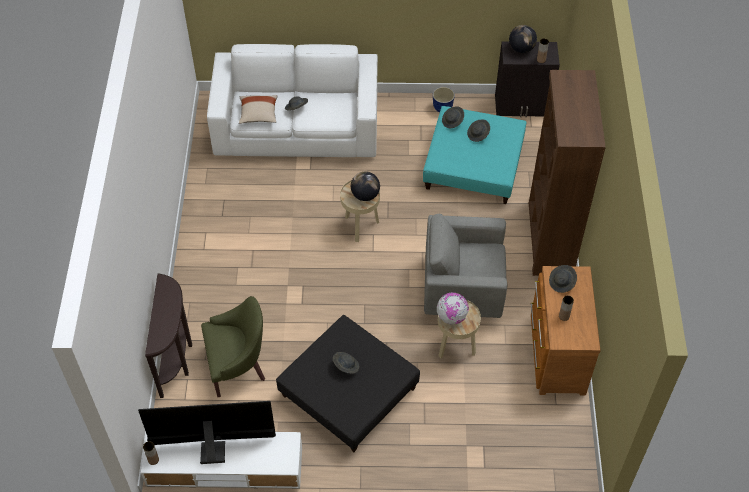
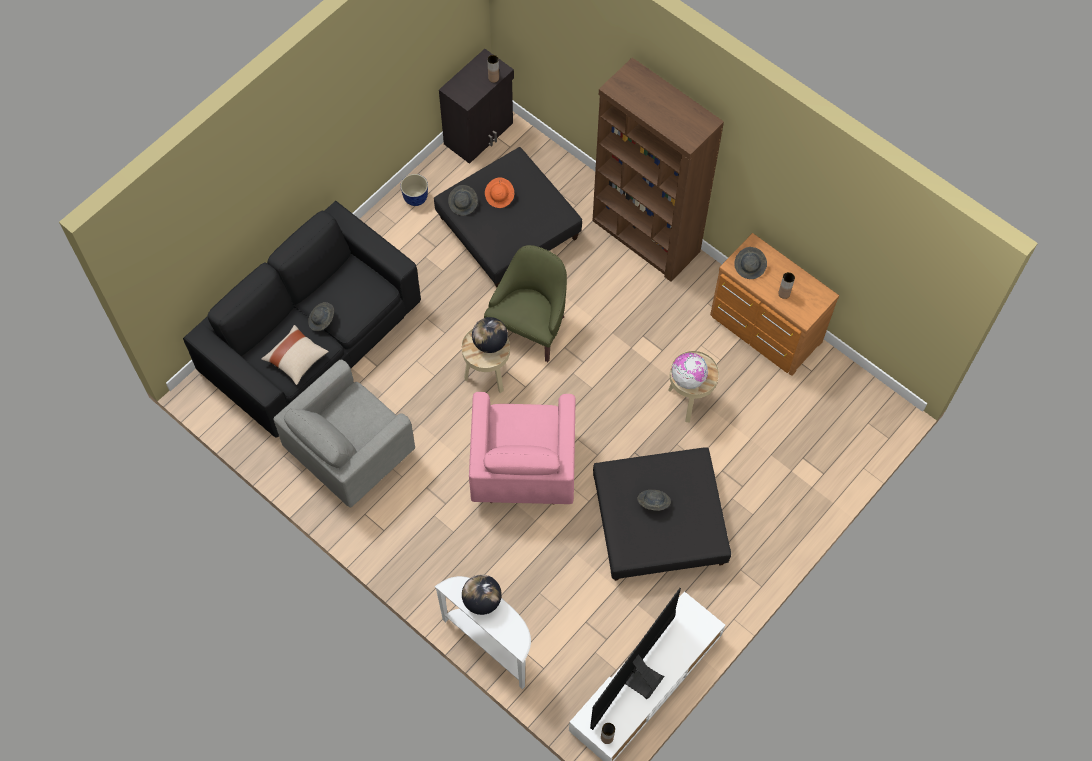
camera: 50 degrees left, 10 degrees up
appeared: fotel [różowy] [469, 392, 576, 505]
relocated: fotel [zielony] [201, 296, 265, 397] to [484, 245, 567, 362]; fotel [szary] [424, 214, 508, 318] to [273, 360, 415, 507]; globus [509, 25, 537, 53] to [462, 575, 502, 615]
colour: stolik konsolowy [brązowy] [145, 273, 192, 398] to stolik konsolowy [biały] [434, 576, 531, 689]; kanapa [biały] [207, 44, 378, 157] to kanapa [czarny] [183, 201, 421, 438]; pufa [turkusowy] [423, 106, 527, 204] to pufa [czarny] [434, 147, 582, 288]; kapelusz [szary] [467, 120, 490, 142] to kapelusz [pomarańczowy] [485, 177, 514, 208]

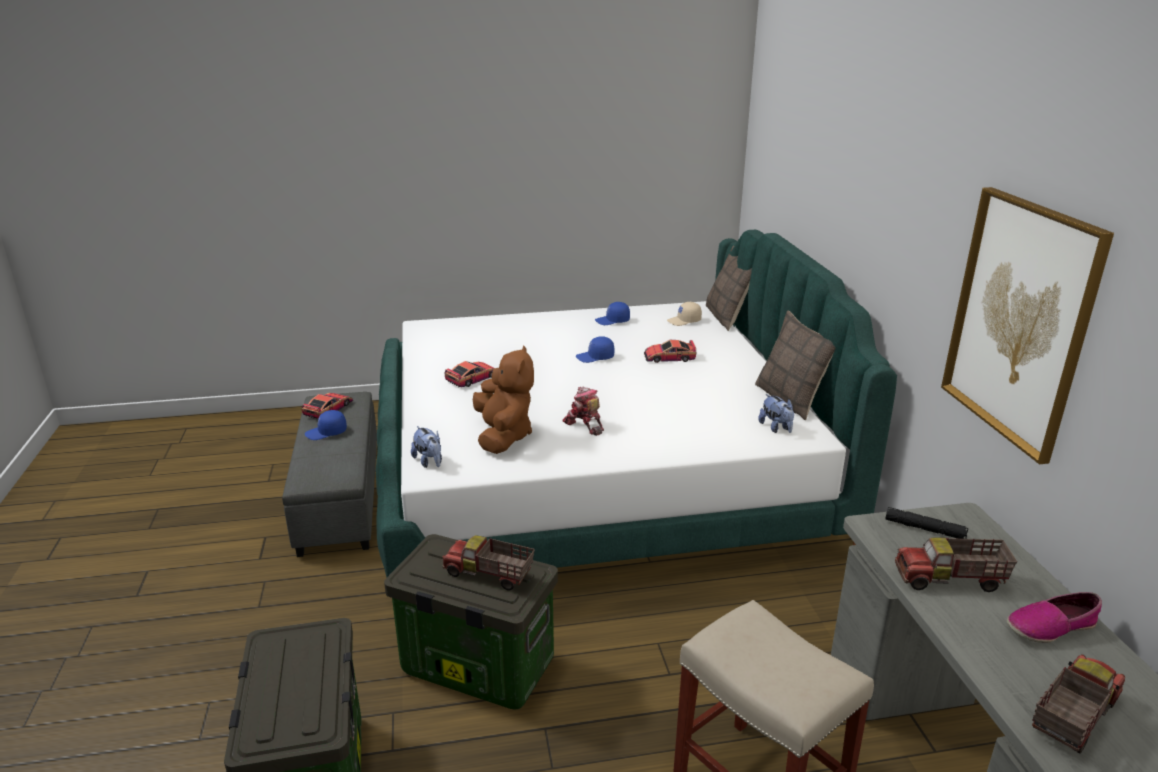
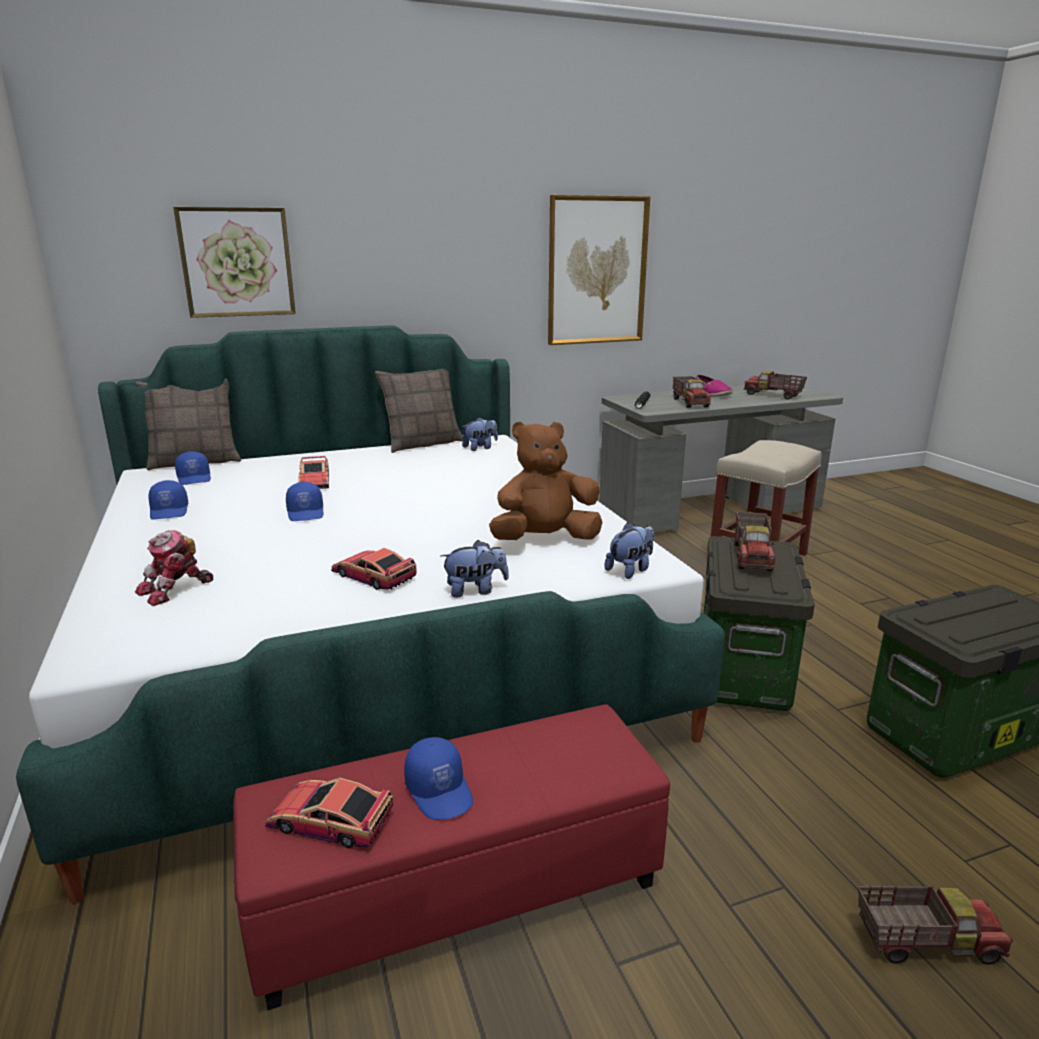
camera: 100 degrees left, 5 degrees down
appeared: obraz [173, 207, 296, 318]; pluszak [441, 540, 509, 598]; ciężarówka zabawkowa [858, 886, 1013, 965]
relocated: robot zabawkowy [562, 387, 604, 436] to [135, 530, 213, 606]
colour: pufa [szary] [282, 392, 377, 557] to pufa [czerwony] [233, 704, 670, 1010]; czapka z daszkiem [beżowy] [667, 302, 702, 326] to czapka z daszkiem [niebieski] [175, 451, 211, 485]

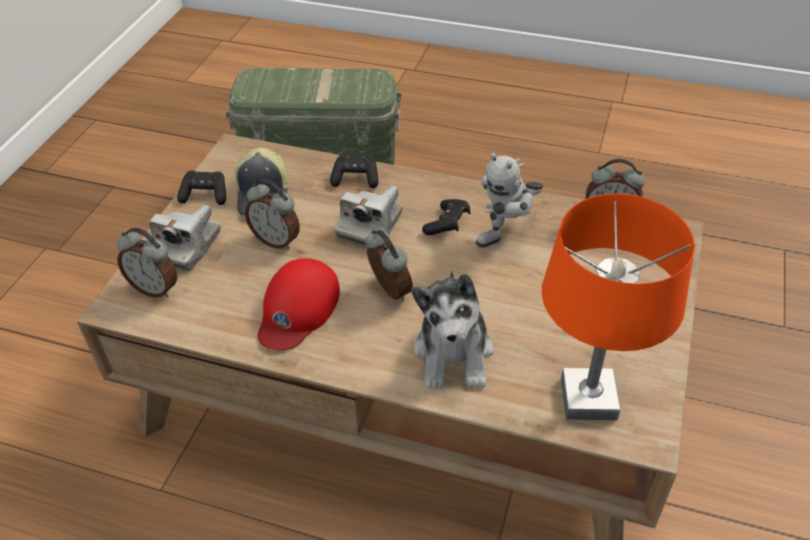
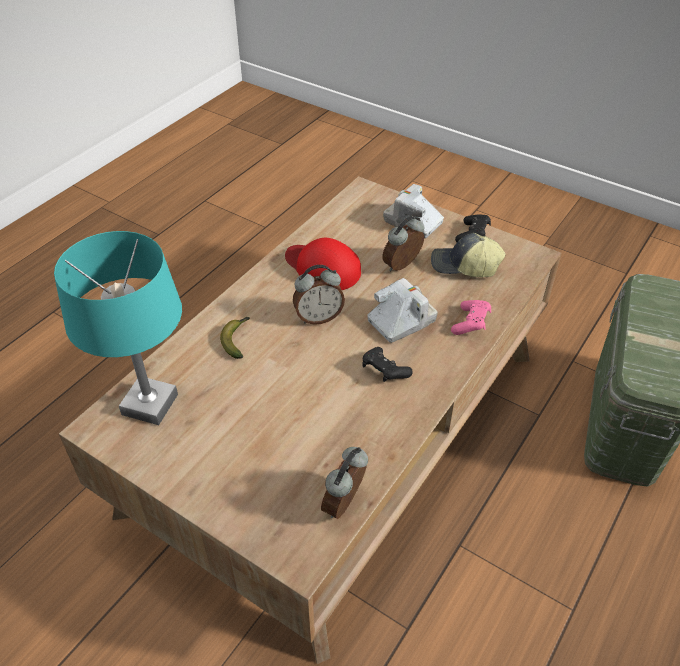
camera: 105 degrees right, 0 degrees up
missing: budzik [117, 227, 177, 298]; robot zabawkowy [476, 153, 544, 248]
exchanged: pluszak [411, 271, 494, 389] to banan [220, 317, 250, 359]
colour: pad do gier [czarny] [330, 154, 378, 188] to pad do gier [różowy] [451, 300, 491, 335]; lampa stołowa [pomarańczowy] [542, 193, 695, 420] to lampa stołowa [turkusowy] [54, 231, 182, 425]
spun: aparat fotograficzny [335, 186, 403, 248] = [367, 278, 438, 343] 105 degrees clockwise

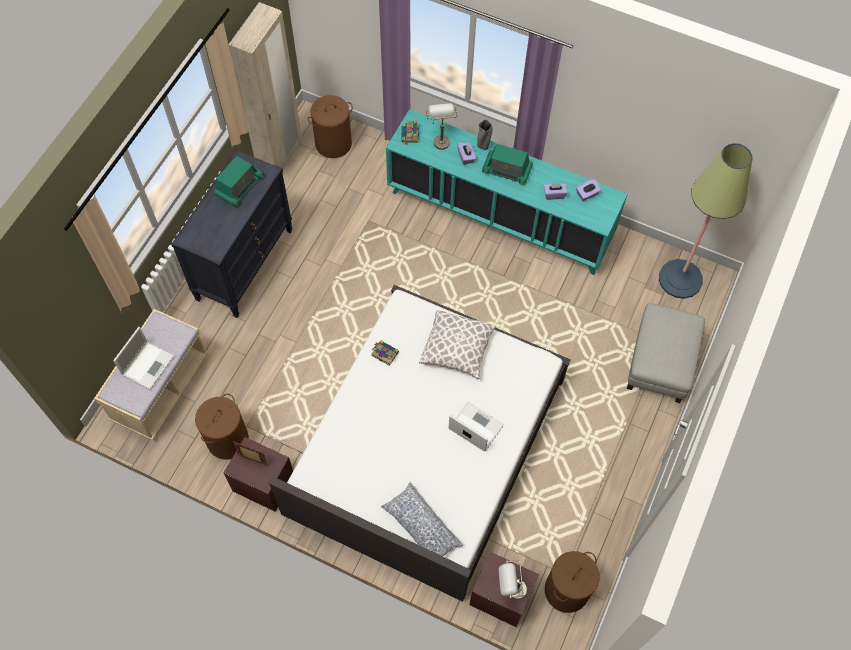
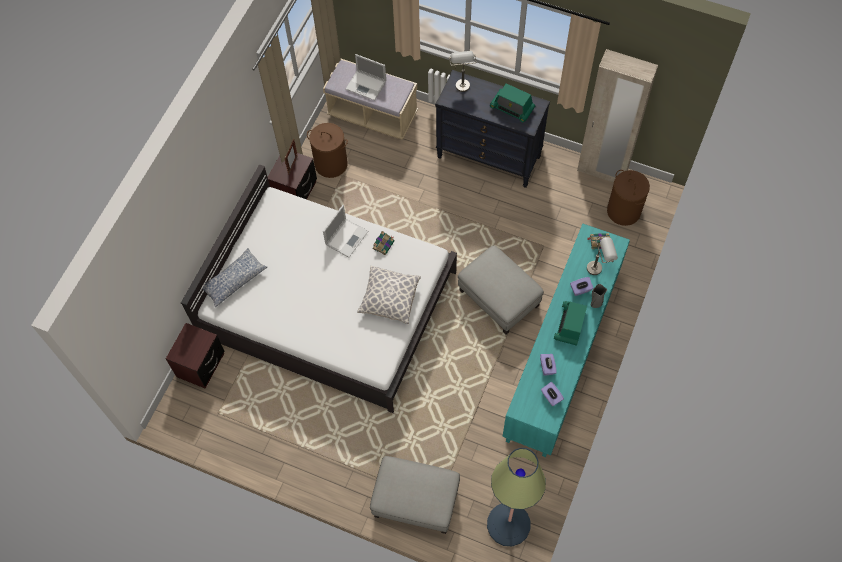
camera: 90 degrees right, 0 degrees up
missing: kosz na pranie [brązowy] [545, 551, 600, 613]
appeared: pufa [szary] [458, 246, 544, 335]
relocated: laptop [448, 402, 504, 452] to [323, 205, 368, 258]; lampa stołowa [szary] [499, 560, 527, 599] to [448, 51, 477, 92]

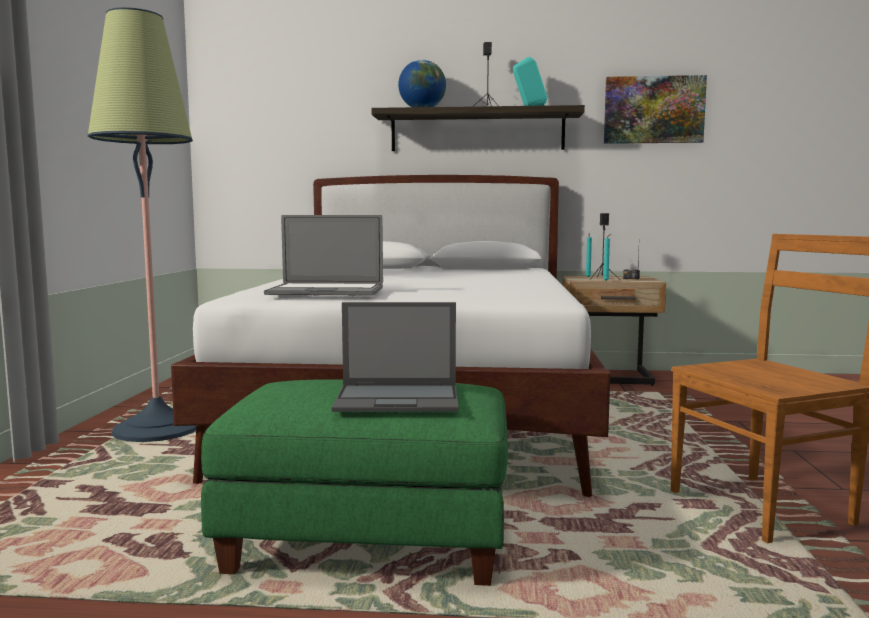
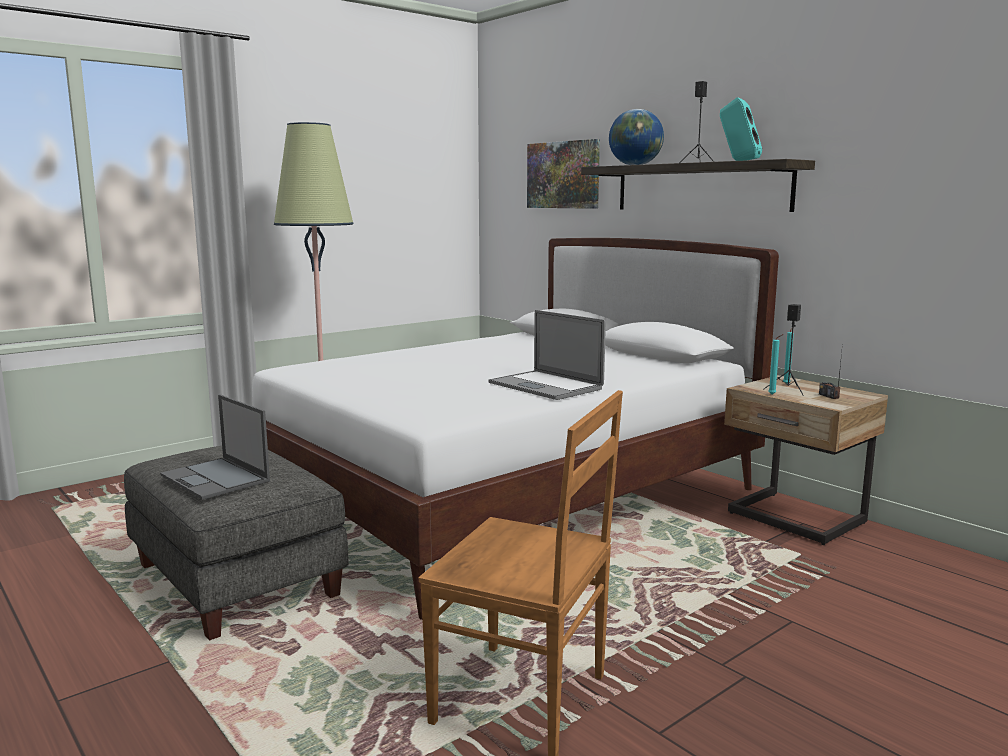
camera: 45 degrees right, 5 degrees up
relocated: laptop [264, 215, 383, 295] to [489, 310, 606, 400]; obraz [604, 75, 707, 144] to [527, 139, 600, 209]
colour: pufa [zielony] [201, 379, 508, 586] to pufa [szary] [124, 446, 349, 641]

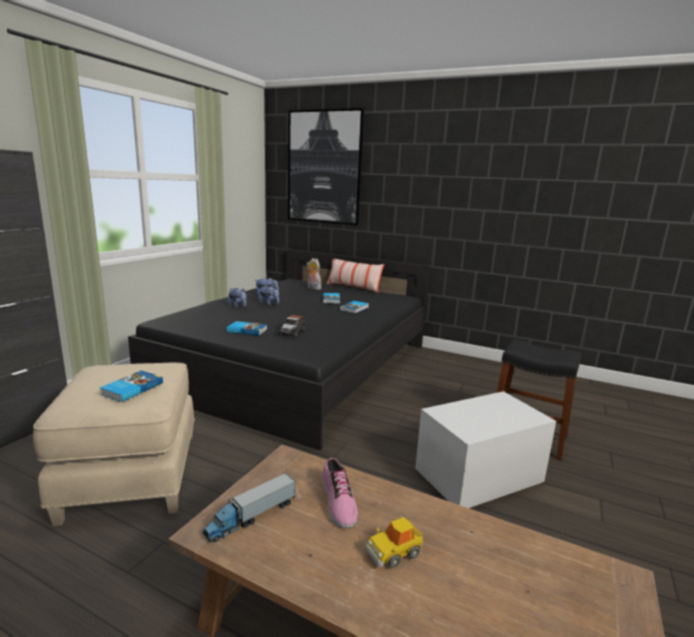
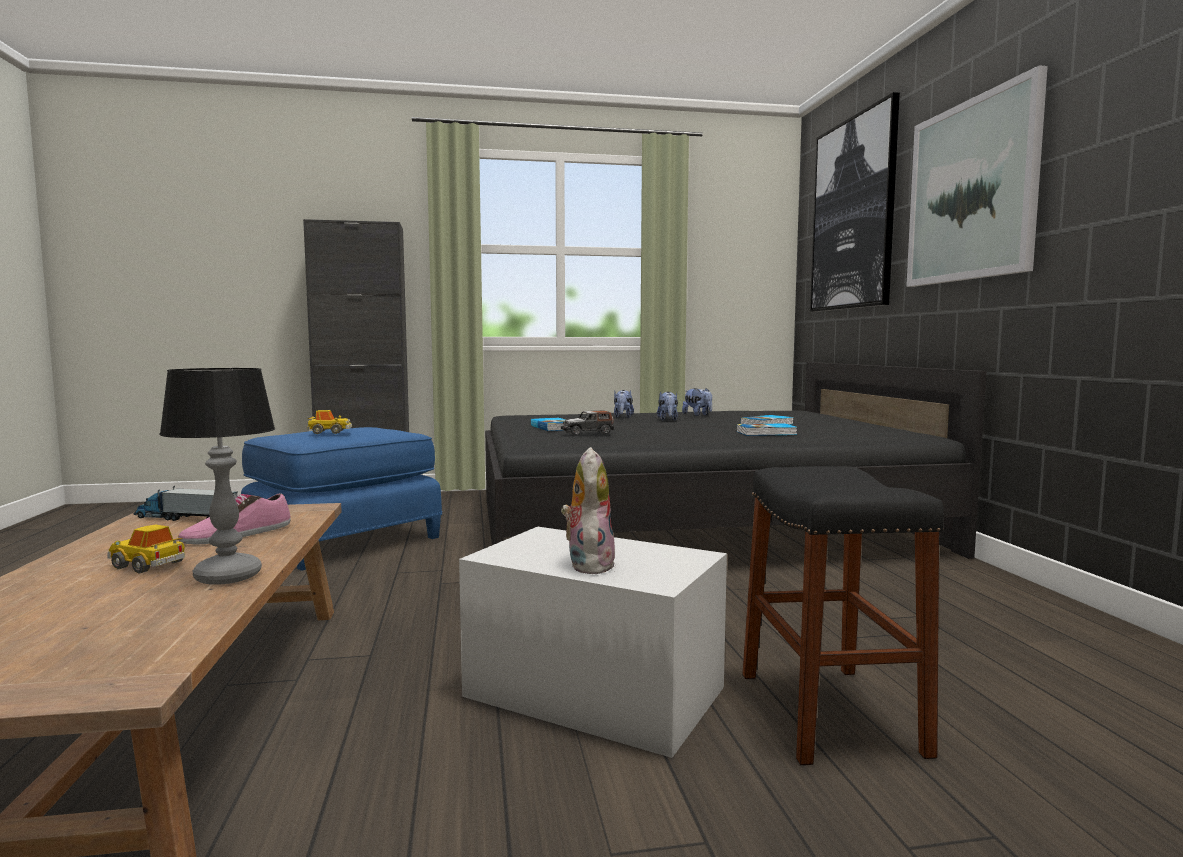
camera: 55 degrees right, 10 degrees down
missing: poduszka [327, 259, 385, 293]
appeared: lampa stołowa [159, 368, 275, 585]; obraz [906, 65, 1048, 287]
relocated: pluszak [306, 258, 321, 290] to [561, 447, 615, 574]
exchanged: książka [100, 370, 163, 402] to samochodzik [307, 410, 352, 434]
colour: pufa [beżowy] [33, 362, 195, 526] to pufa [niebieski] [241, 427, 442, 571]

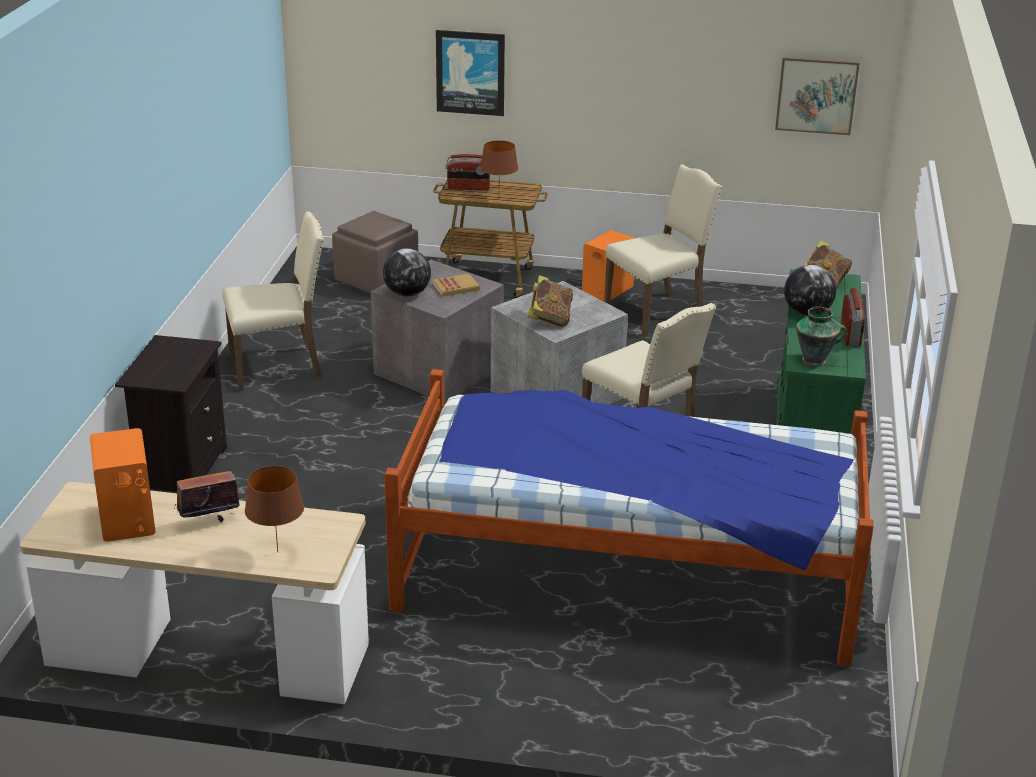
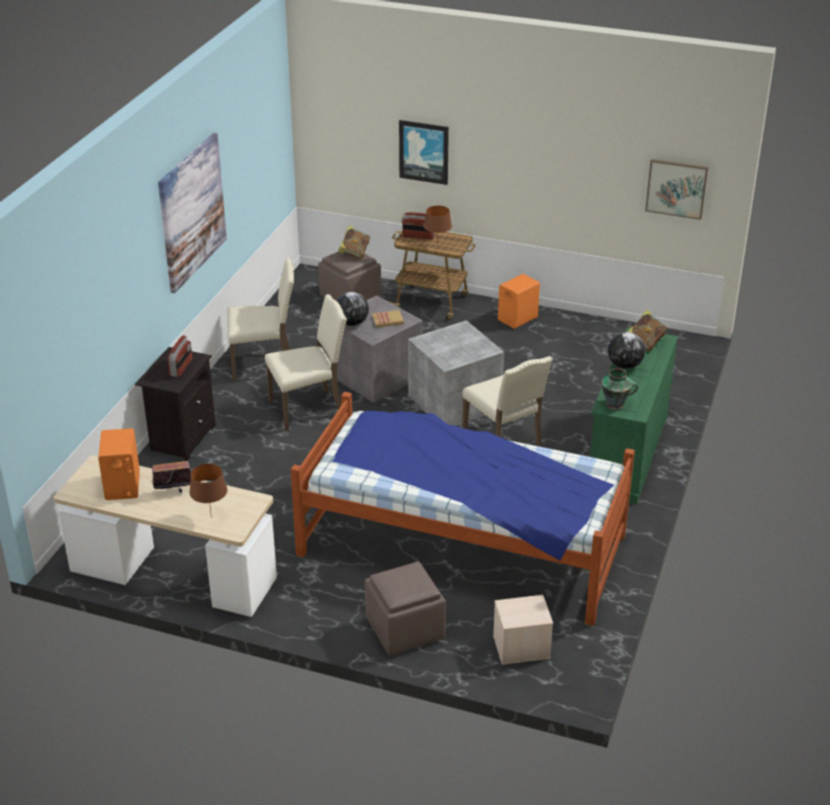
camera: 10 degrees right, 5 degrees up
appeared: obraz [158, 133, 227, 293]; pufa [brązowy] [365, 561, 446, 656]; pojemnik do przechowywania [beżowy] [493, 595, 553, 665]
relocated: książka [528, 275, 573, 327] to [338, 226, 370, 259]; krzesło [beżowy] [604, 164, 723, 337] to [265, 294, 347, 431]; radio [841, 288, 865, 346] to [168, 335, 192, 377]

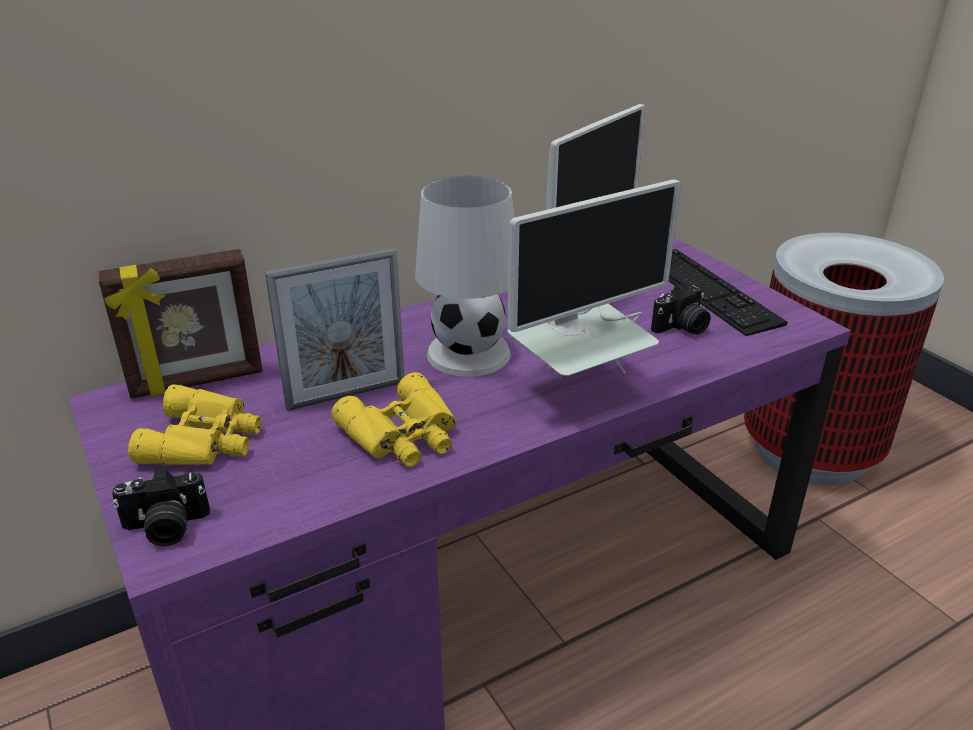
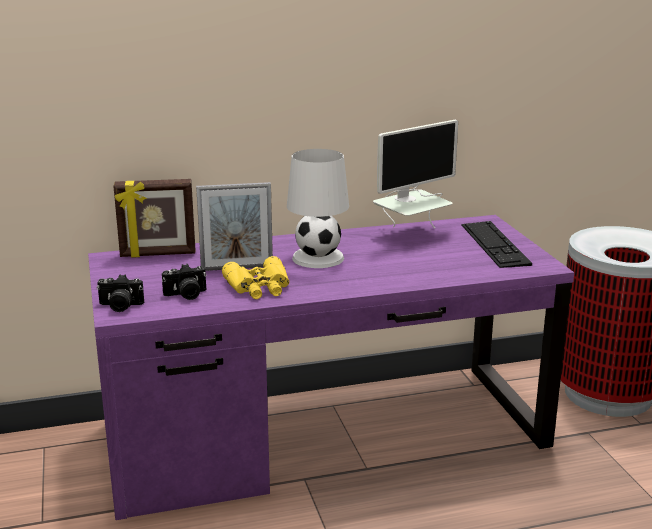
camera: 15 degrees right, 10 degrees down
missing: lornetka [żółty] [128, 384, 261, 466]; monitor [507, 179, 681, 376]
relocated: aparat fotograficzny [651, 284, 711, 335] to [162, 264, 207, 300]

